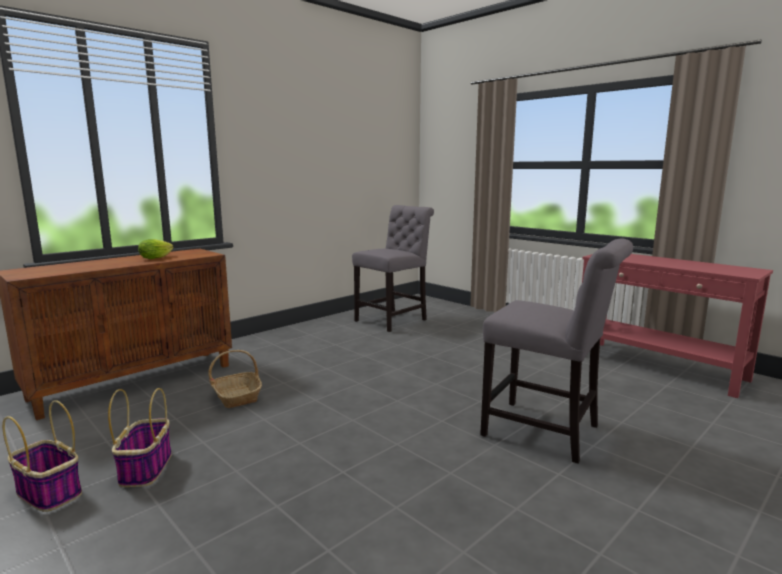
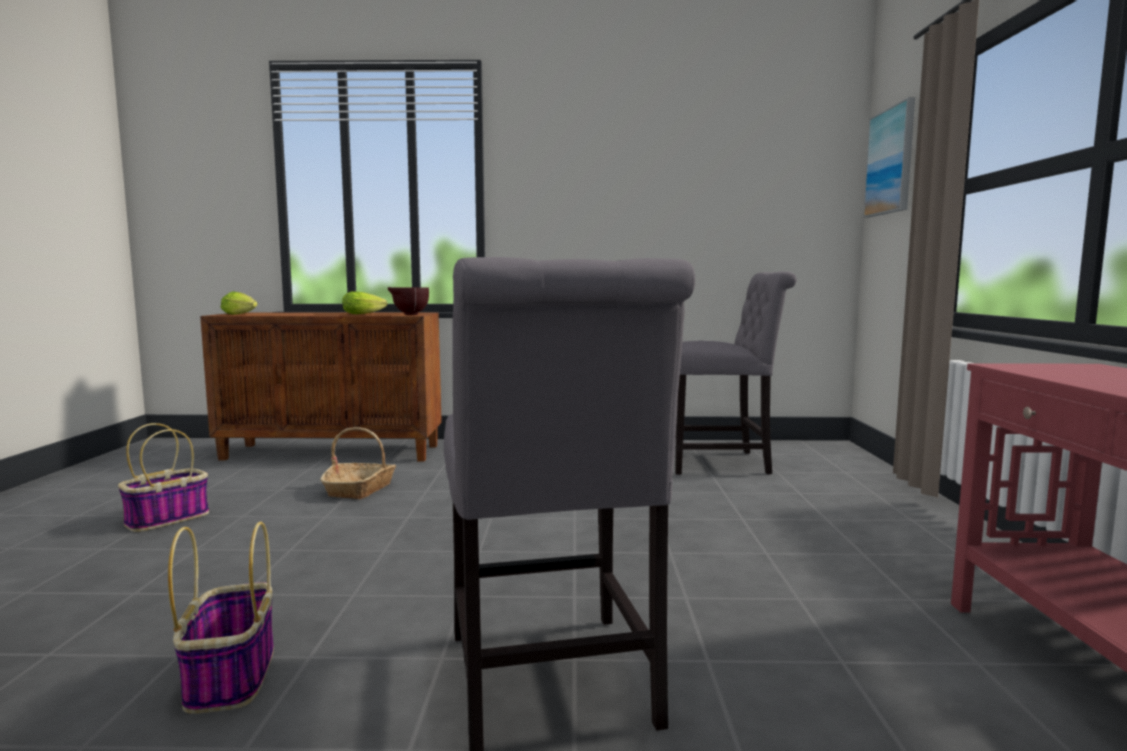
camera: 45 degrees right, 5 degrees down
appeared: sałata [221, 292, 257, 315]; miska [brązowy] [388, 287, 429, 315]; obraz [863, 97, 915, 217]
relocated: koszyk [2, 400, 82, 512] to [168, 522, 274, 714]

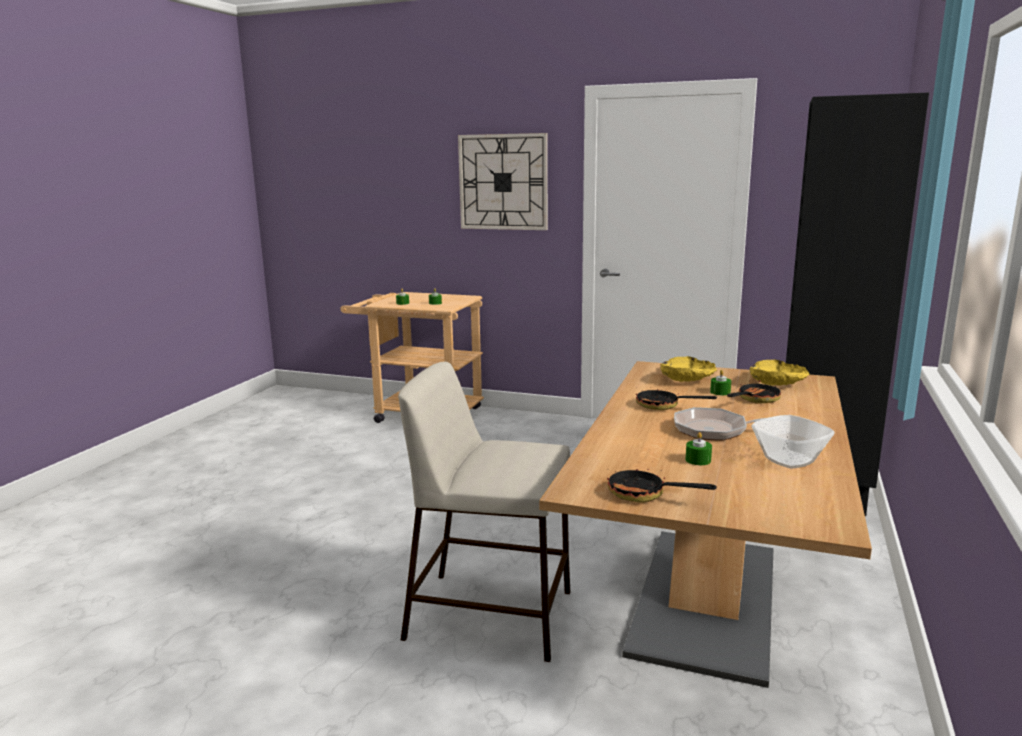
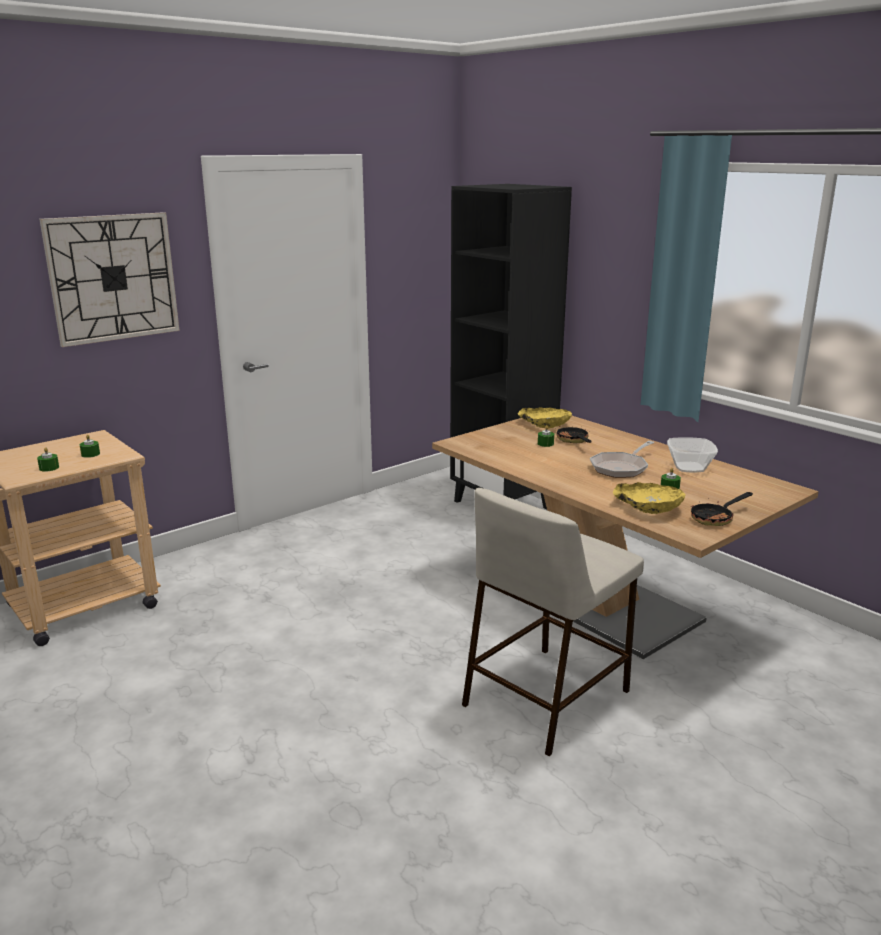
camera: 60 degrees left, 5 degrees up
missing: patelnia [636, 387, 717, 410]
relocated: miska [żółty] [660, 356, 717, 382] to [613, 482, 686, 514]

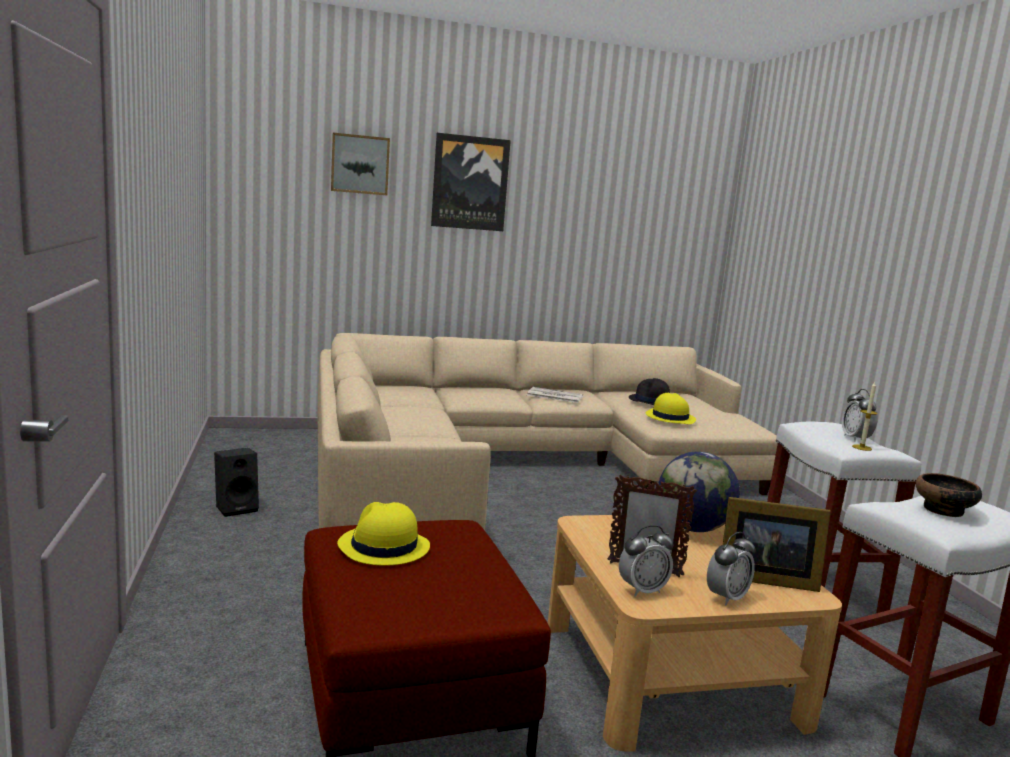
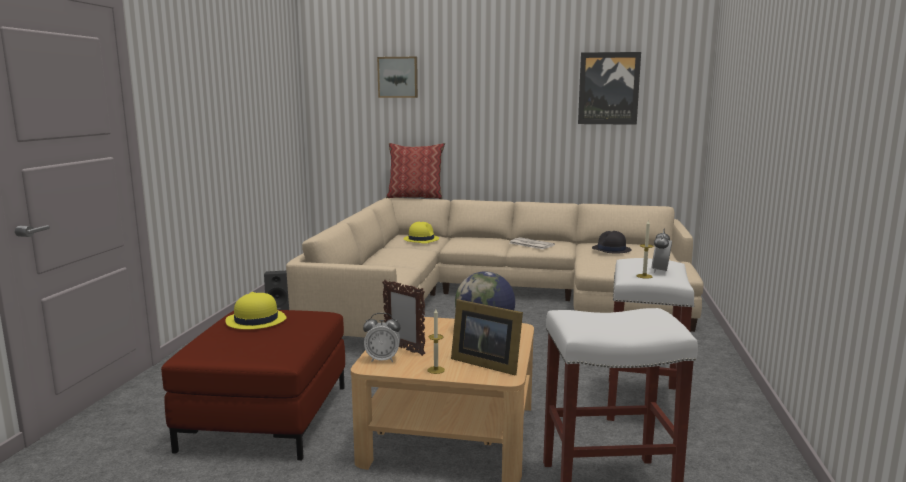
camera: 25 degrees right, 0 degrees up
missing: miska [916, 473, 982, 517]
appeared: poduszka [386, 143, 445, 199]
relocated: obraz [431, 133, 511, 231] to [578, 52, 641, 125]; kapelusz [żółty] [646, 393, 696, 425] to [403, 222, 439, 244]
exchanged: budzik [707, 532, 755, 605] to świeca [427, 309, 445, 374]

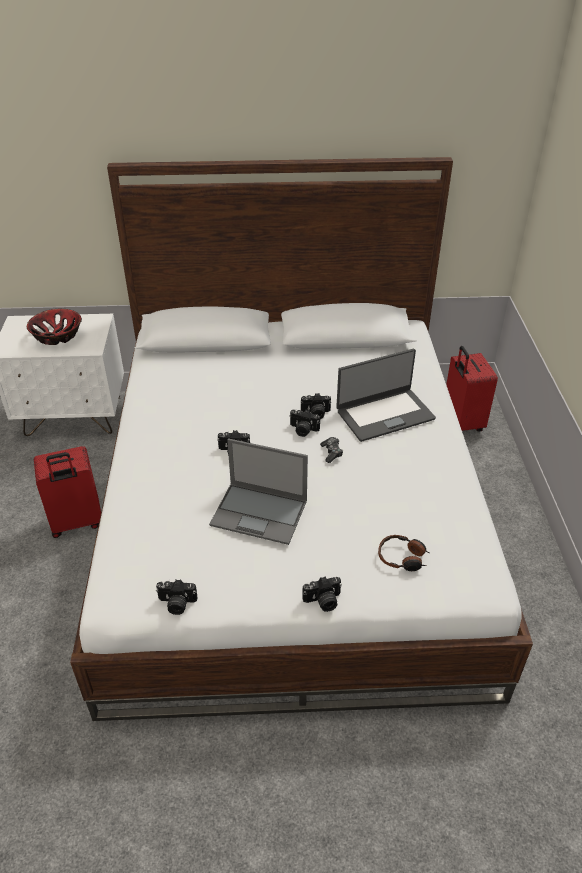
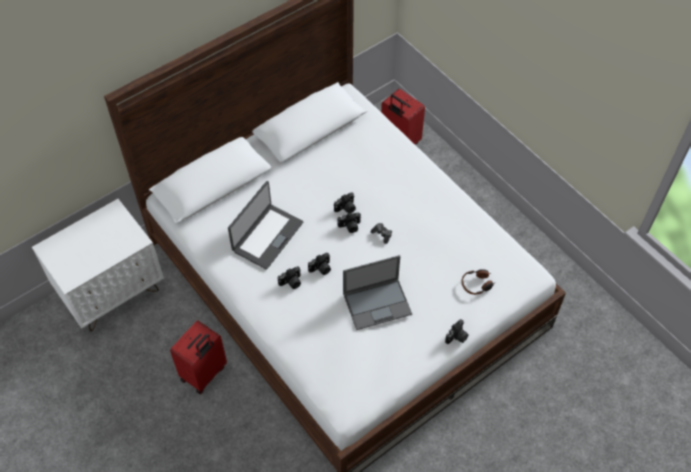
camera: 35 degrees left, 15 degrees up
missing: miska [27, 309, 82, 345]
relocated: aparat fotograficzny [156, 579, 198, 615] to [278, 266, 301, 289]; laptop [336, 349, 436, 442] to [228, 181, 303, 270]

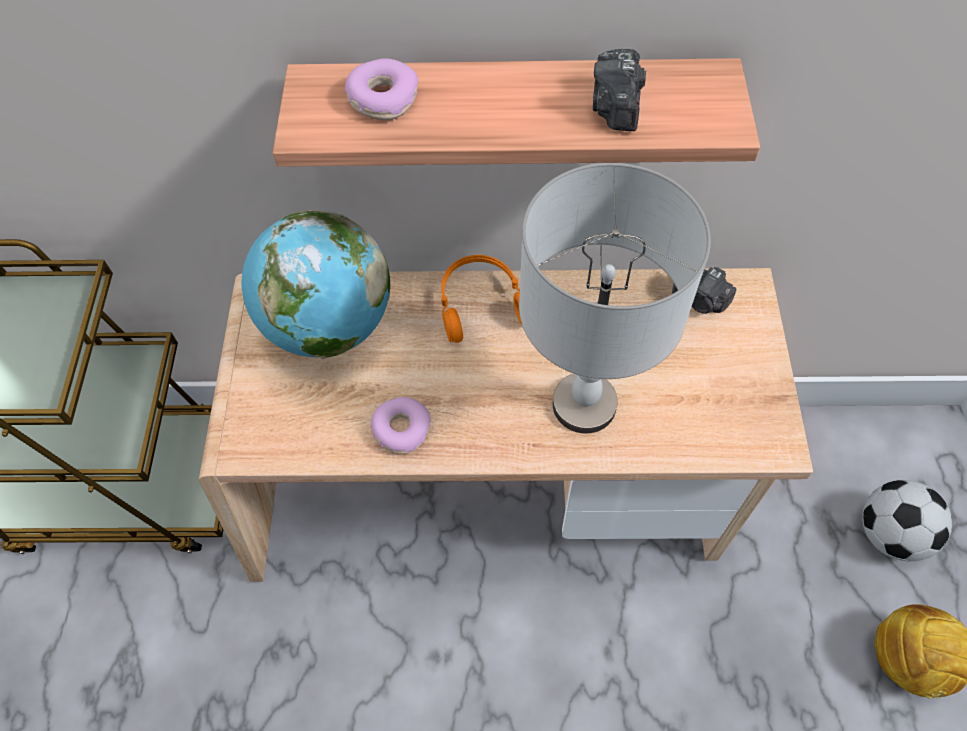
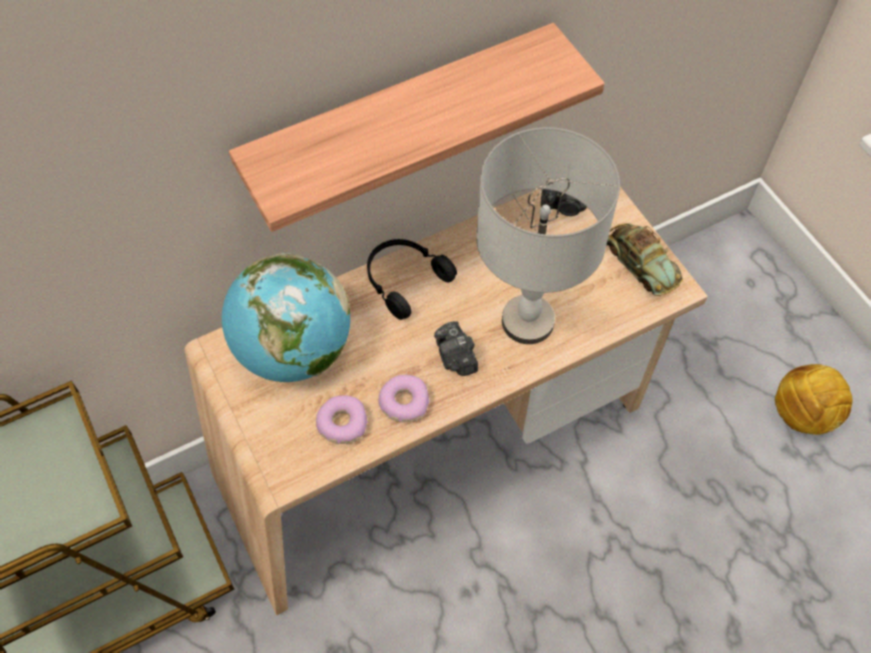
camera: 30 degrees left, 0 degrees up
missing: piłka futbolowa [862, 480, 952, 561]
appeared: samochodzik [606, 223, 683, 296]
relocated: donut [345, 58, 418, 120] to [316, 395, 368, 444]; aparat fotograficzny [593, 48, 646, 131] to [434, 321, 478, 376]
colour: słuchawki [pomarańczowy] [441, 255, 522, 343] to słuchawki [czarny] [367, 239, 457, 320]

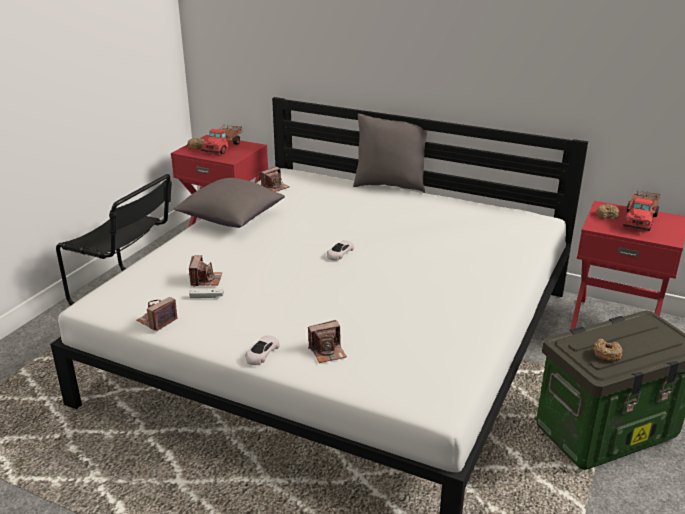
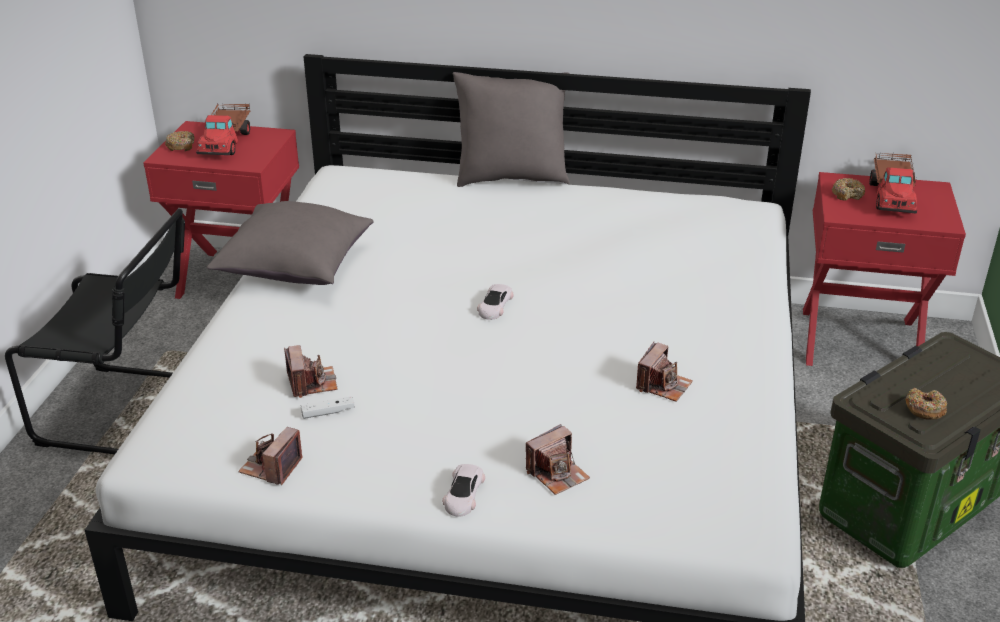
camera: 15 degrees left, 5 degrees up
relocated: aparat fotograficzny [260, 166, 290, 192] to [636, 342, 693, 402]

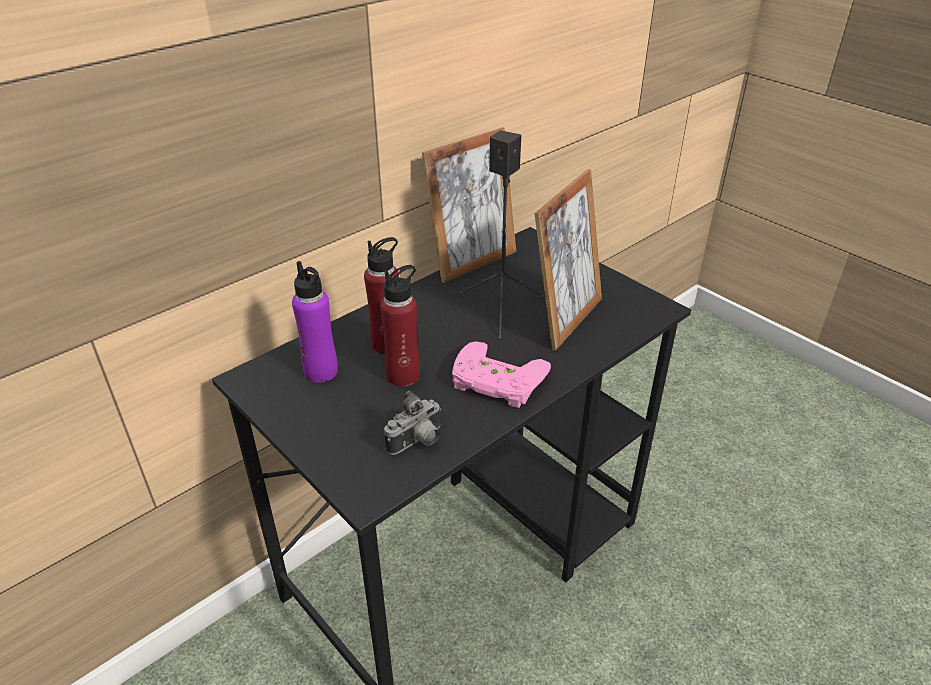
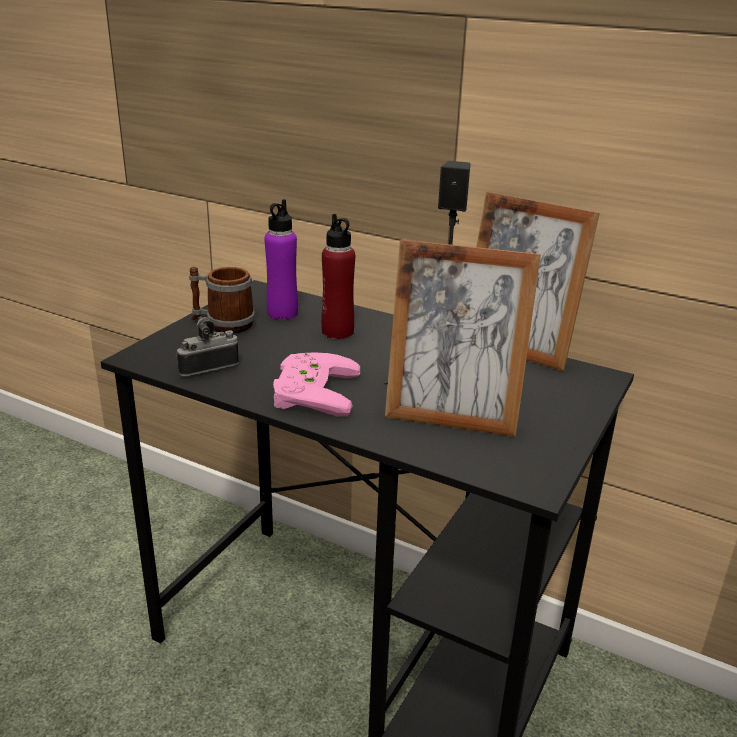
camera: 70 degrees right, 10 degrees down
missing: butelka [czerwony] [380, 265, 420, 387]
appeared: kubek [189, 267, 255, 333]
spun: aparat fotograficzny [384, 391, 441, 455] = [176, 316, 239, 376] 120 degrees clockwise

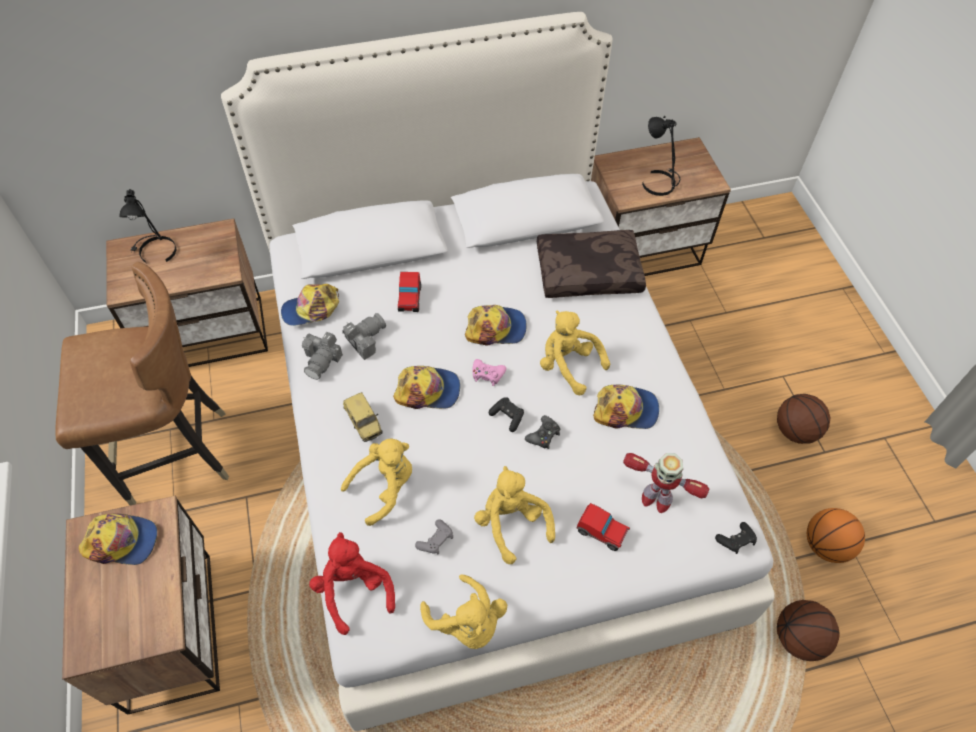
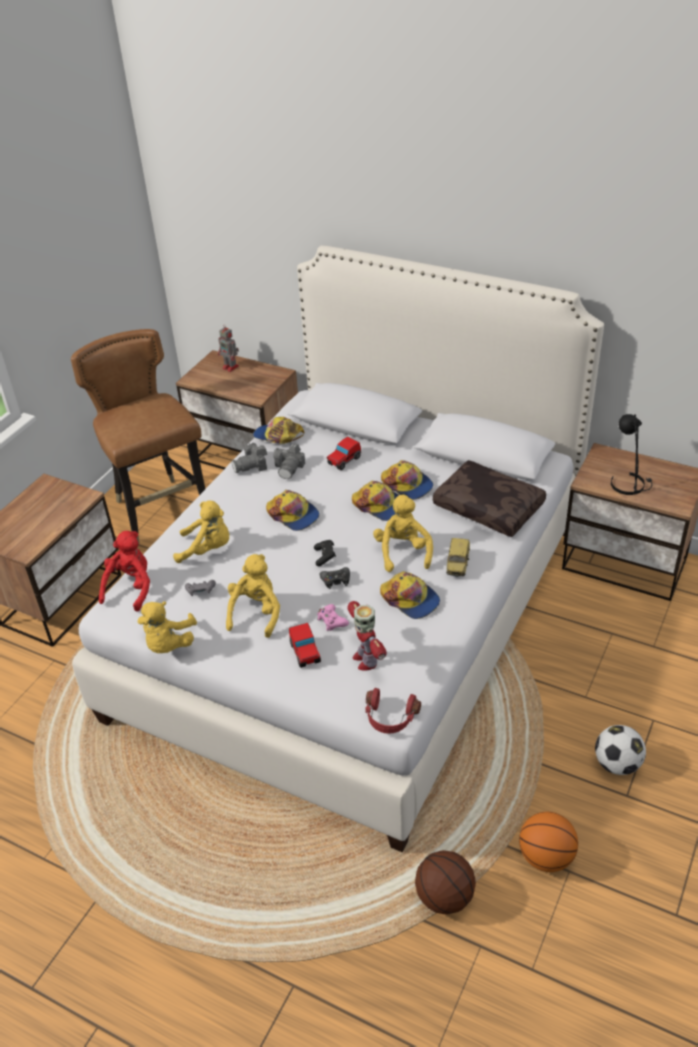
camera: 45 degrees right, 15 degrees down
relocated: czapka z daszkiem [79, 513, 157, 565] to [381, 460, 433, 500]; samochodzik [343, 392, 383, 442] to [446, 538, 470, 576]; pad do gier [różowy] [472, 359, 506, 386] to [317, 604, 349, 631]
exchanged: lampa stołowa [czarny] [120, 189, 176, 263] to robot zabawkowy [218, 324, 239, 372]; pad do gier [czarny] [715, 522, 757, 554] to słuchawki [czerwony] [365, 688, 421, 734]; piłka do koszykówki [777, 394, 831, 444] to piłka futbolowa [595, 725, 646, 775]
spun: krzesło [brązowy] [55, 262, 229, 505] = [71, 329, 205, 544] 150 degrees counterclockwise; aparat fotograficzny [342, 313, 386, 360] = [273, 443, 305, 479] 105 degrees clockwise

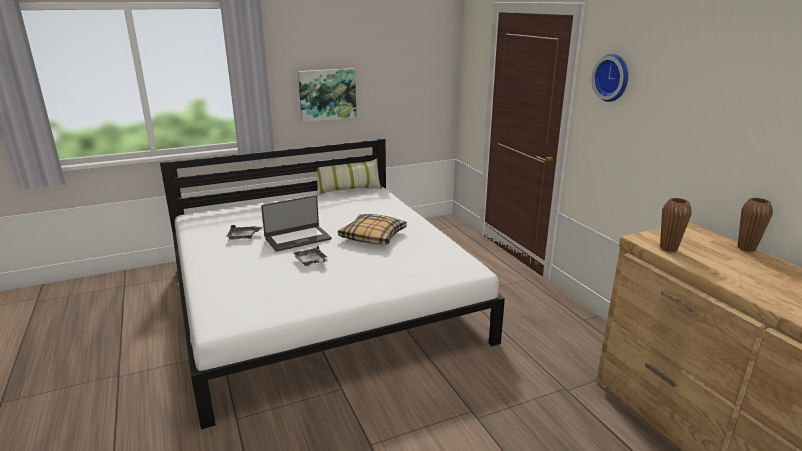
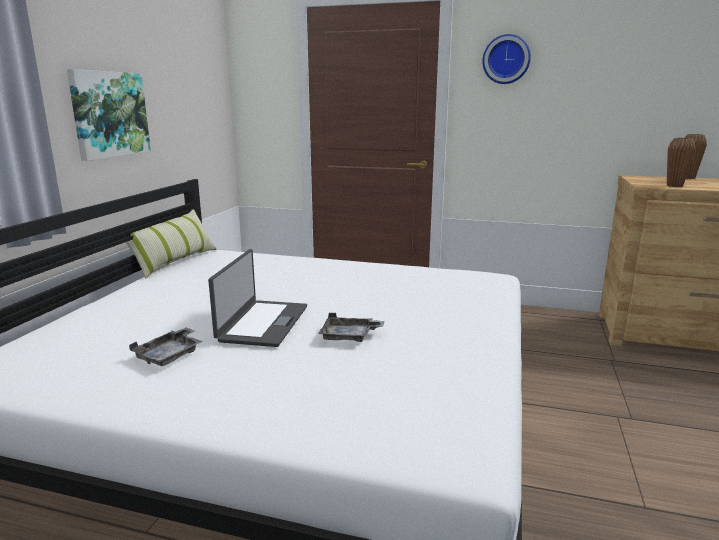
camera: 50 degrees left, 5 degrees down
missing: poduszka [338, 214, 407, 244]

